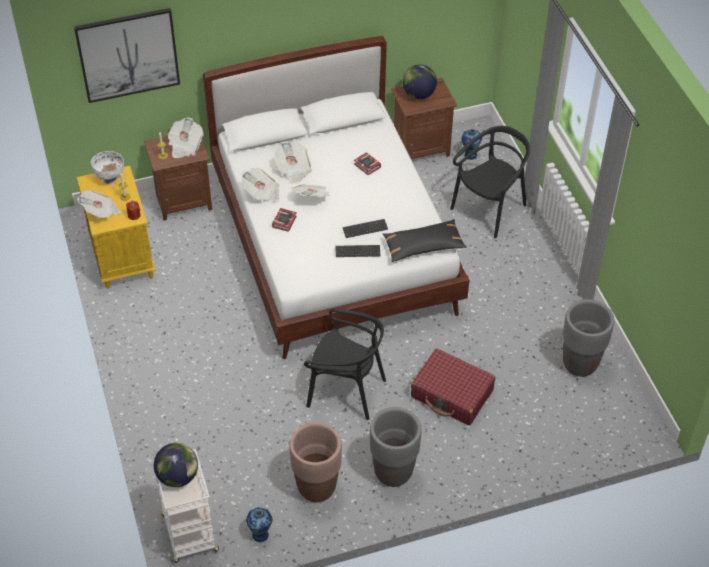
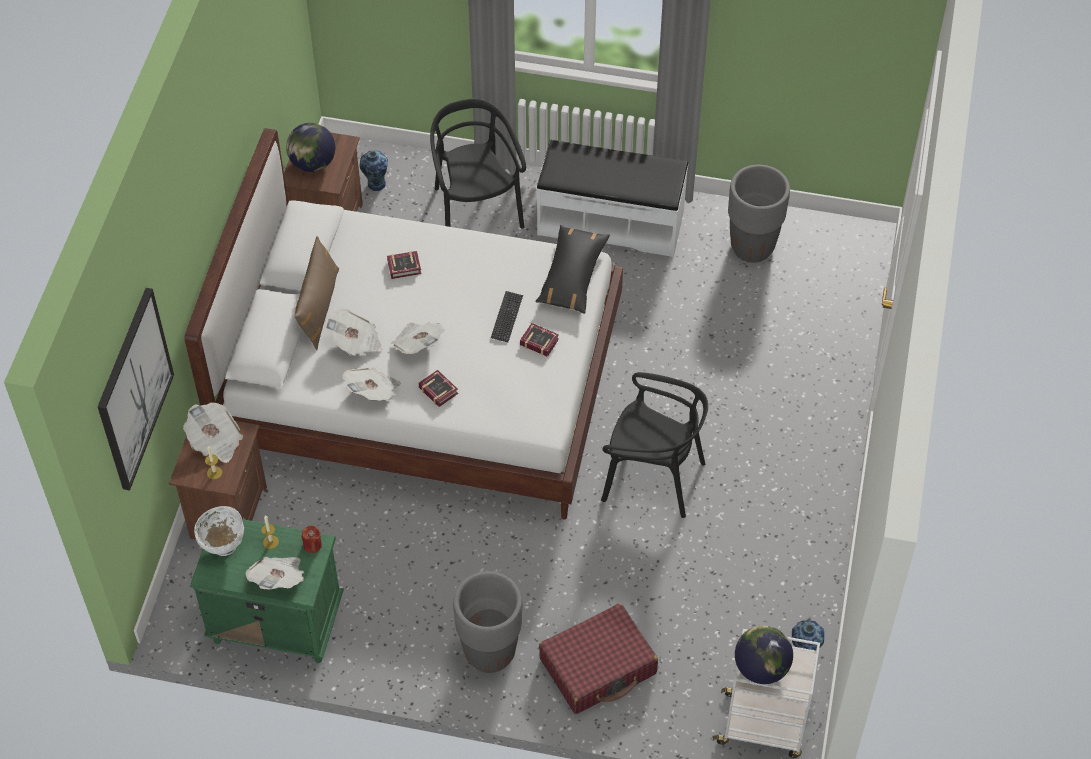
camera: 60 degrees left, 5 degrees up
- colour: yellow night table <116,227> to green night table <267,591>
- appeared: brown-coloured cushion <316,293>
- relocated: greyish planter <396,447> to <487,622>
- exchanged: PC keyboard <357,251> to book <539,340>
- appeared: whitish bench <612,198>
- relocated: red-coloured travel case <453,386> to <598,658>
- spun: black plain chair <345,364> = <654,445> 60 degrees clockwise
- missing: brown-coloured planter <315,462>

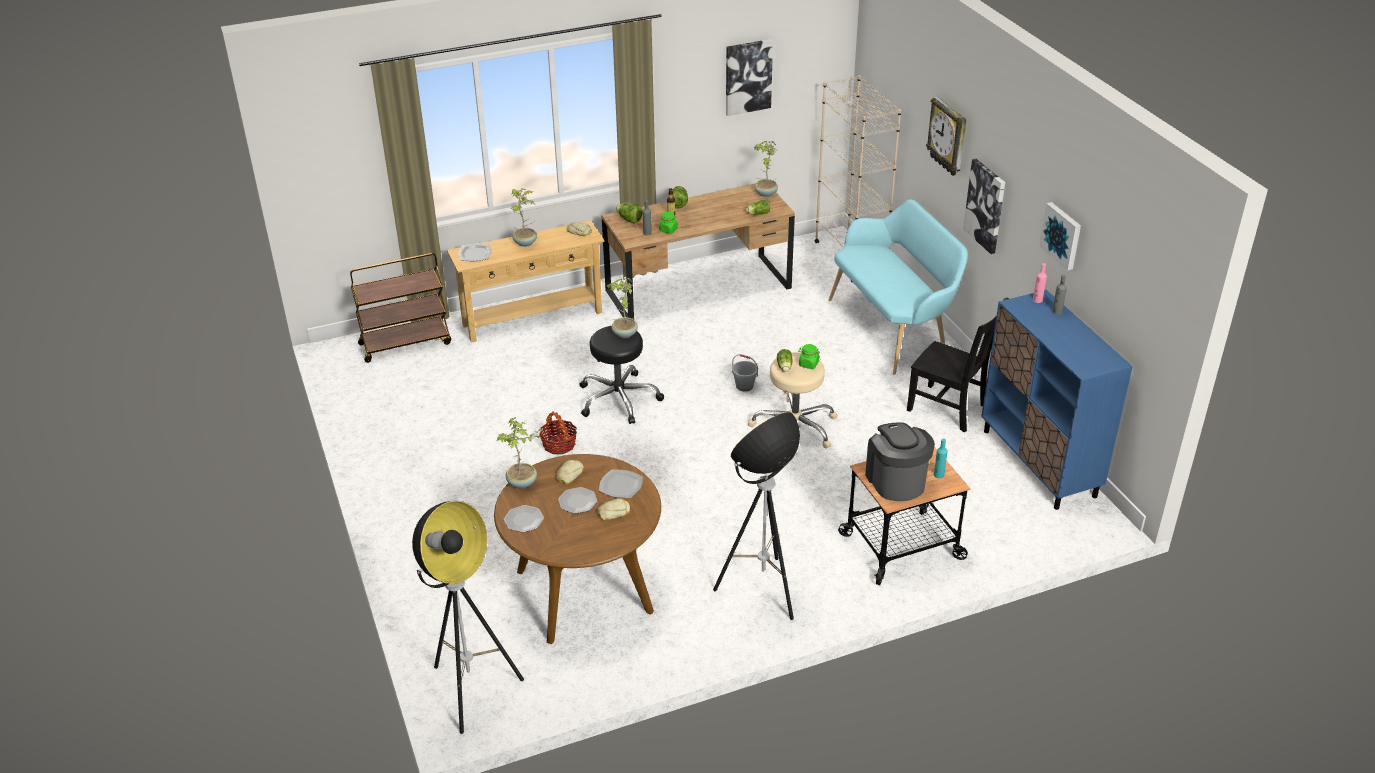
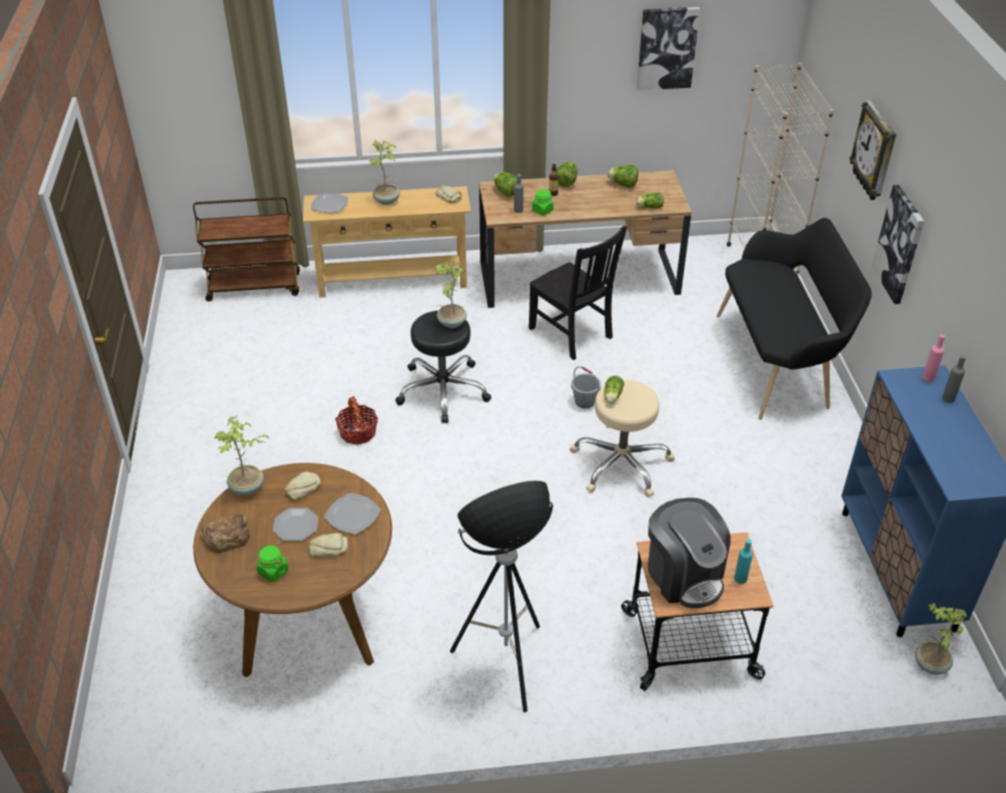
camera: 15 degrees right, 5 degrees up
- exchanged: dinner plate <524,519> to baked bread <225,533>
- relocated: green preserve jar <809,356> to <272,563>
- relocated: black plain chair <958,365> to <578,293>
- appeared: head of lettuce <622,176>
- spun: coffee machine <900,461> = <689,553> 150 degrees clockwise
- colour: blue-green bench <898,287> to black bench <794,319>
- relocated: potted plant <766,169> to <941,639>
- missing: floor lamp <468,617>
- missing: wall picture <1060,236>

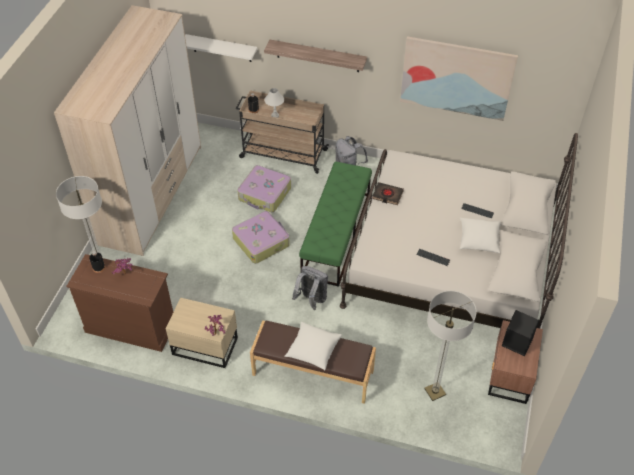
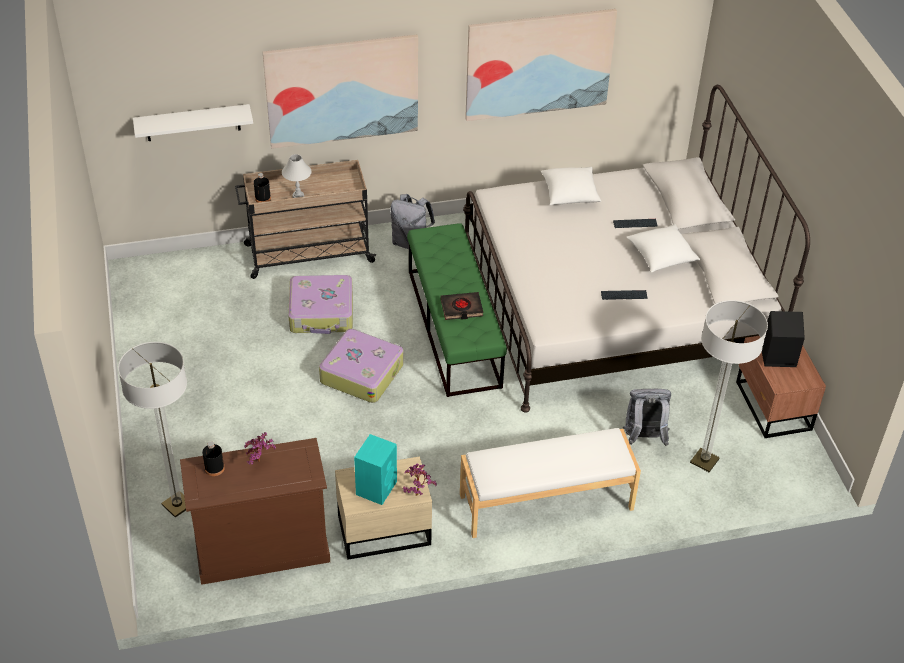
camera: 30 degrees left, 5 degrees down
- exchanged: bracket shelf <315,56> to wall picture <340,92>
- appeared: blue-green audio speaker <375,469>
- relocated: black book <388,193> to <461,306>
- colour: brown-coloured bench <313,362> to whitish bench <550,483>
- relocated: whitish cushion <313,346> to <571,186>
- relocated: greyish backpack <310,288> to <647,417>
- missing: wardrobe <127,130>

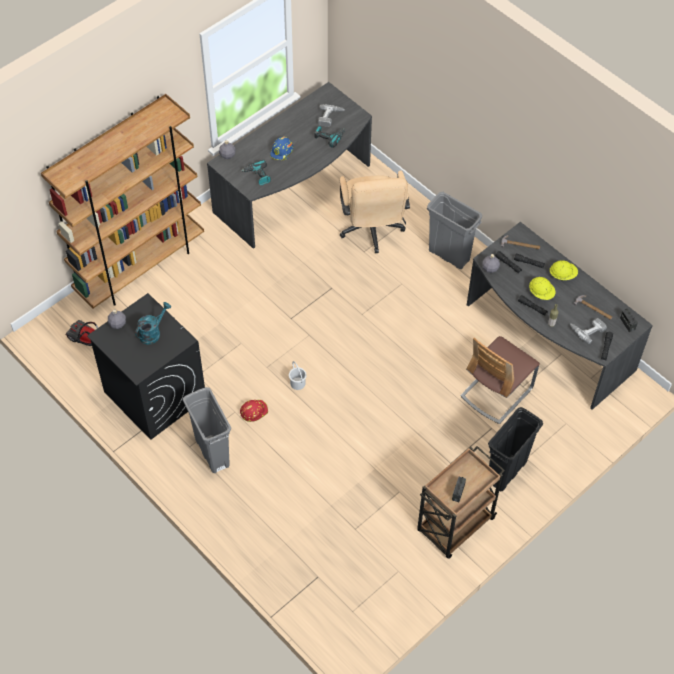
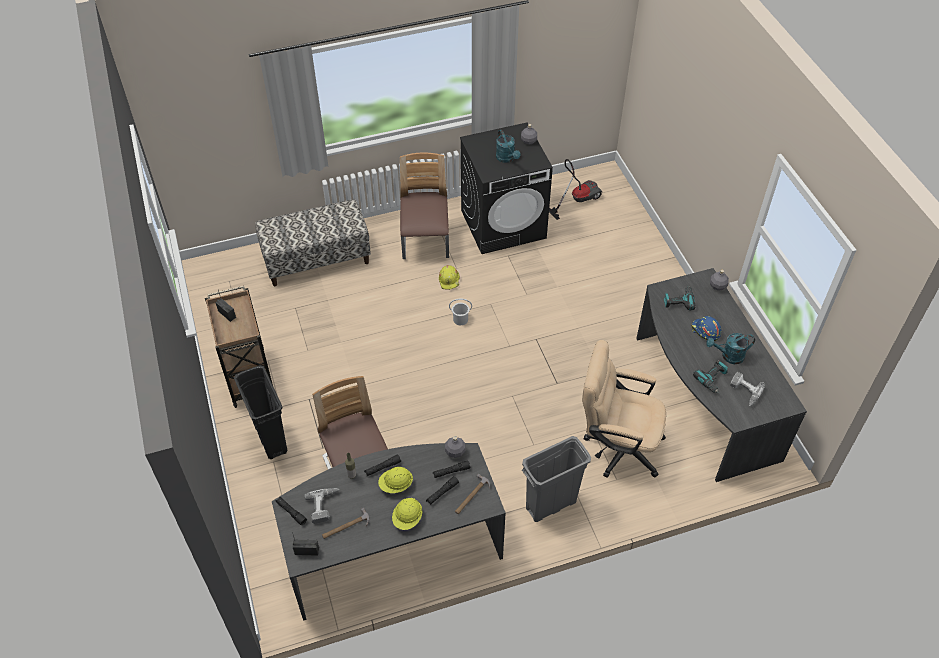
camera: 115 degrees right, 5 degrees down
- appeared: bench <313,242>
- exchanged: greyish trash can <207,430> to plain chair <424,205>
- colour: red-coloured hard hat <254,411> to yellow hard hat <449,277>
- appeared: blue-green sprinkling can <730,348>
- missing: brown-coloured bookcase <122,201>

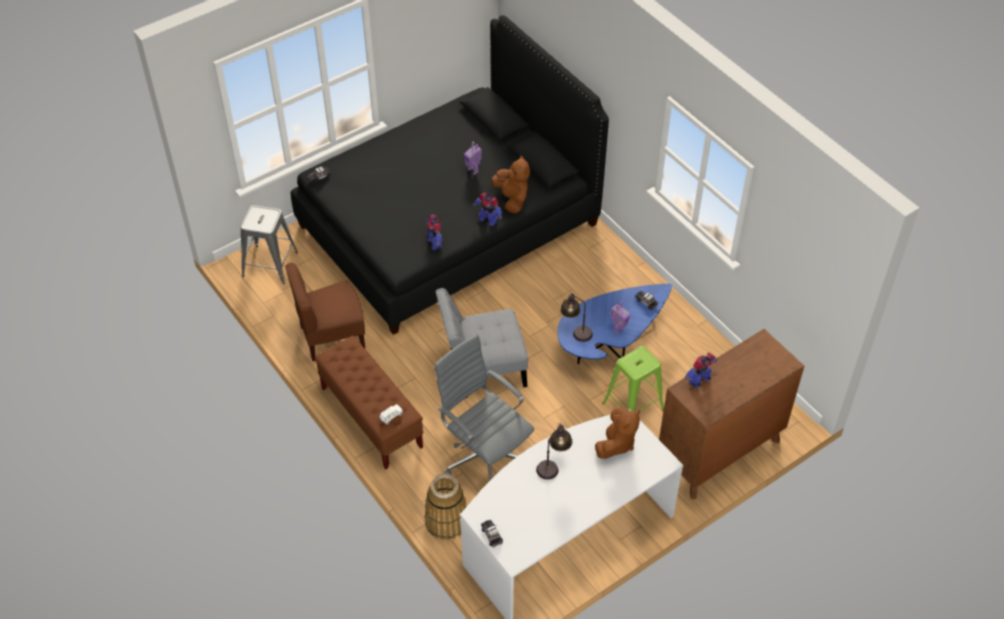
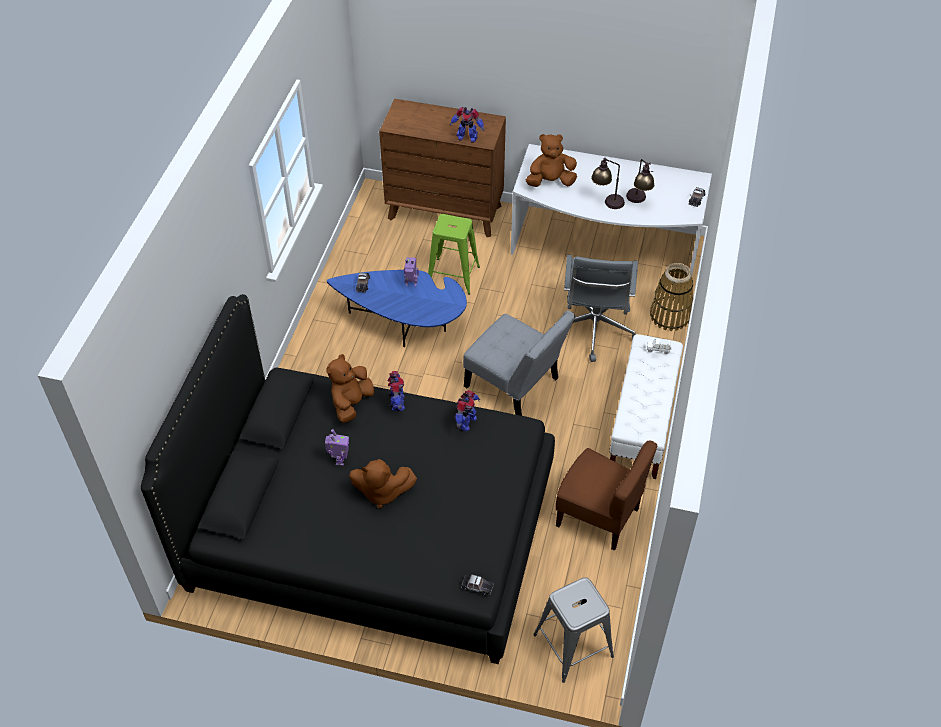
camera: 130 degrees left, 0 degrees up
- appeared: brown-coloured soft toy <383,483>
- colour: brown-coloured bench <369,403> to whitish bench <646,406>
- relocated: tabletop lamp <576,317> to <640,181>

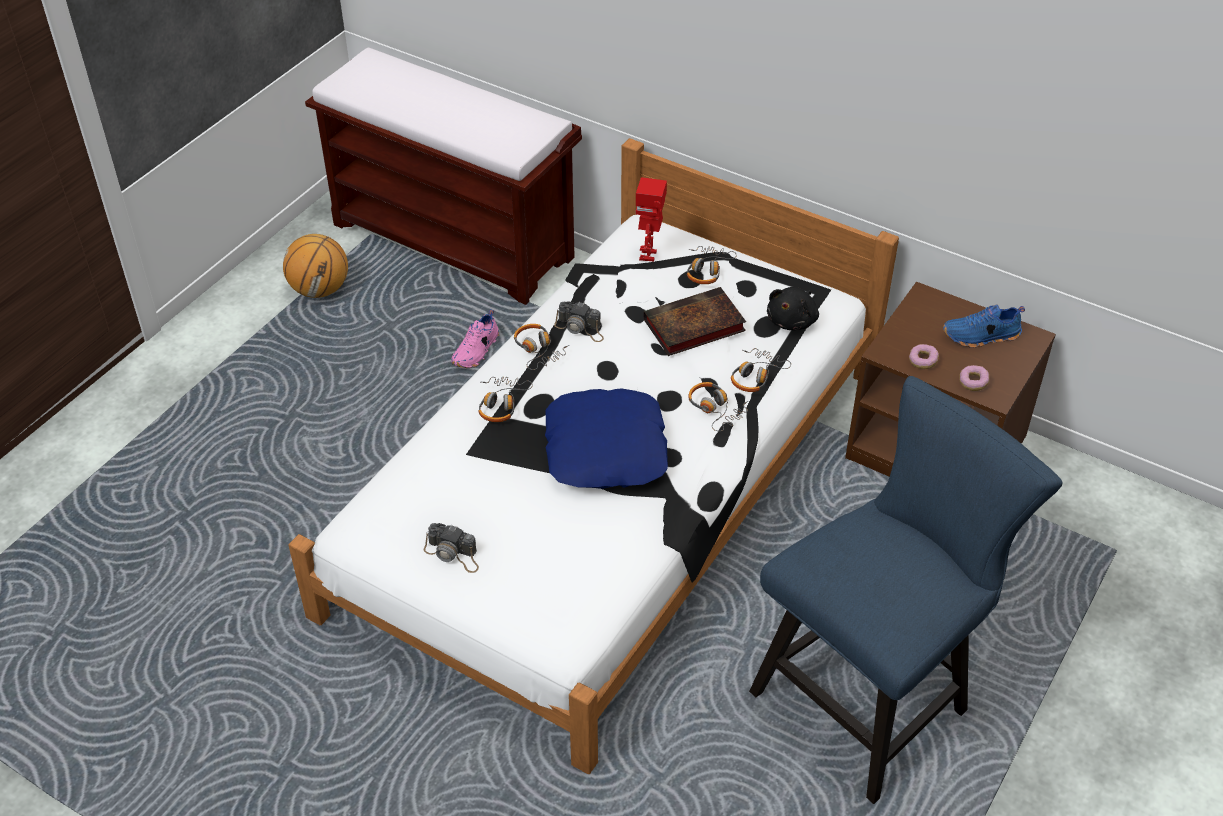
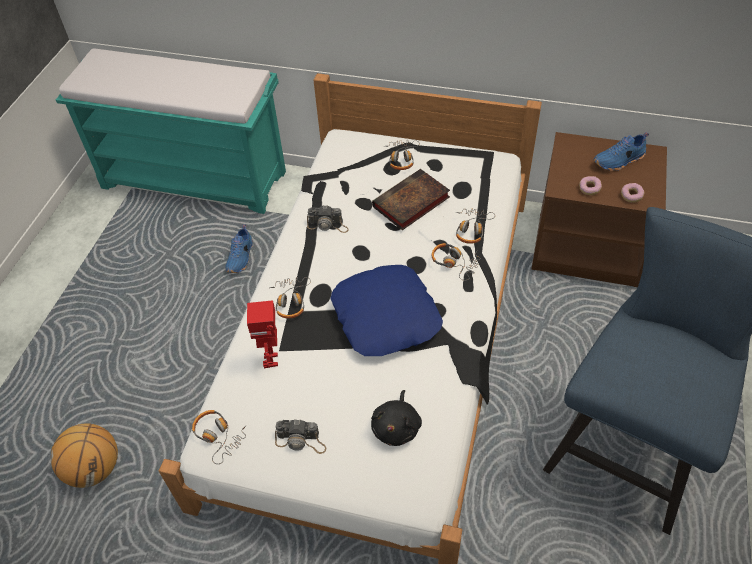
camera: 15 degrees left, 5 degrees up
- relocated: basketball <315,266> to <84,455>
- colour: brown-coloured bench <443,176> to blue-green bench <171,131>
- relocated: pair of headphones <541,347> to <219,437>
- colour: pinkish item of footwear <475,338> to bluish item of footwear <239,248>
- relocated: toy robot <651,219> to <262,334>
- relocated: black soft toy <793,308> to <396,418>

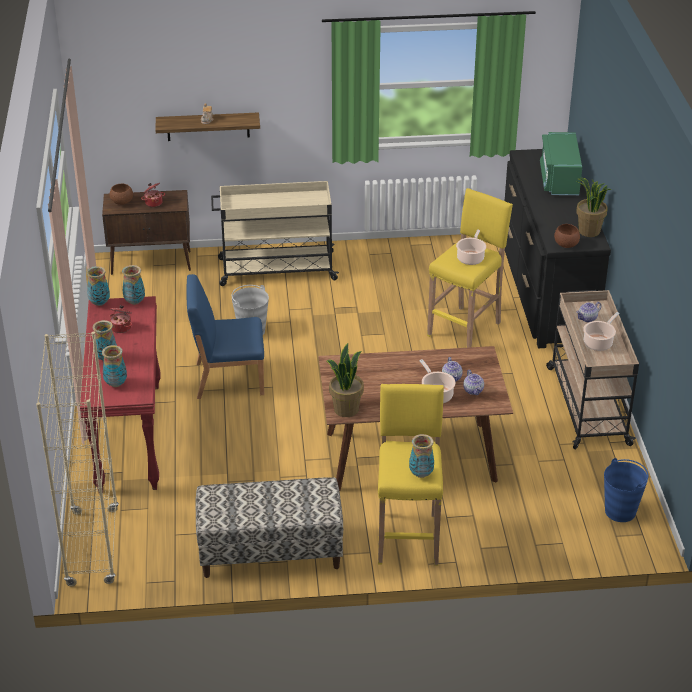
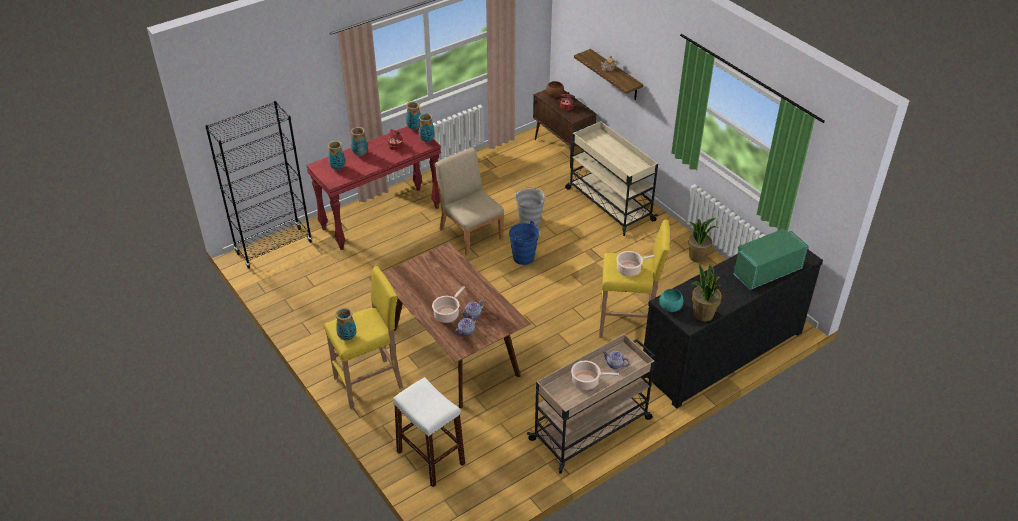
camera: 60 degrees right, 5 degrees up
- colour: beige-coloured bookcase <77,459> to black bookcase <258,185>
- appeared: whitish stool <429,432>
- colour: bluish plain chair <225,336> to beige-coloured plain chair <469,202>
- relocated: bluish pail <626,490> to <524,243>
- colour: brown-coloured deep dish <567,236> to blue-green deep dish <671,300>
- relocated: potted plant <345,380> to <703,240>
- missing: bench <269,527>

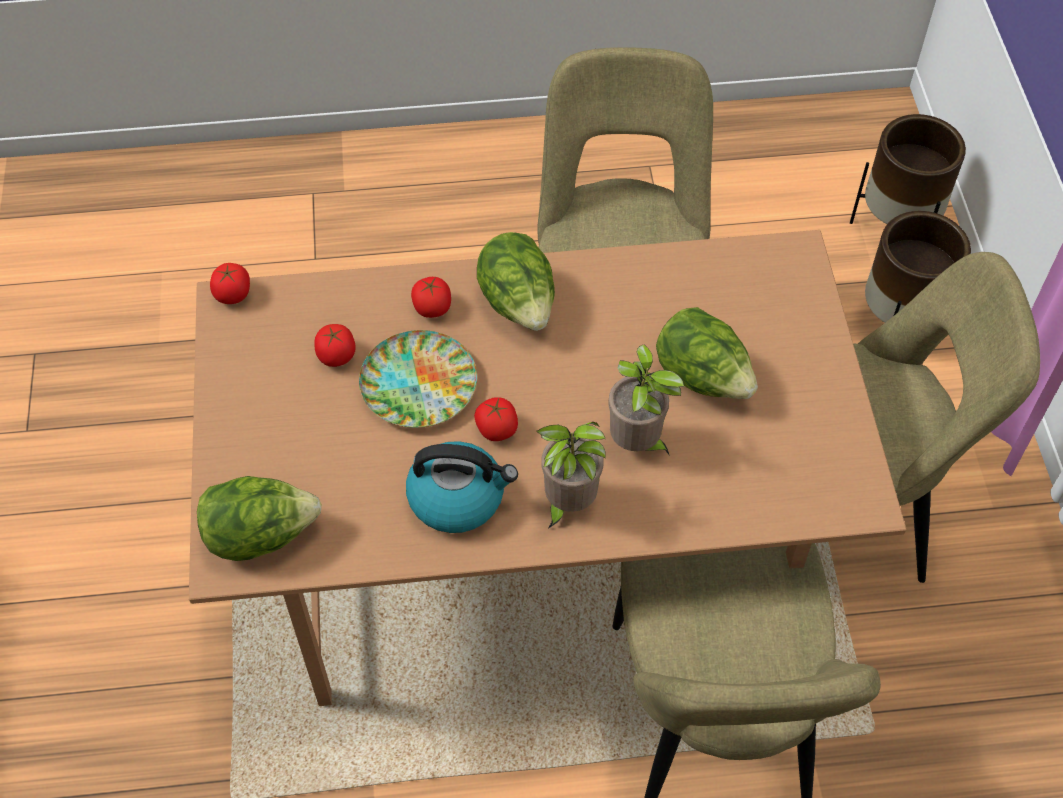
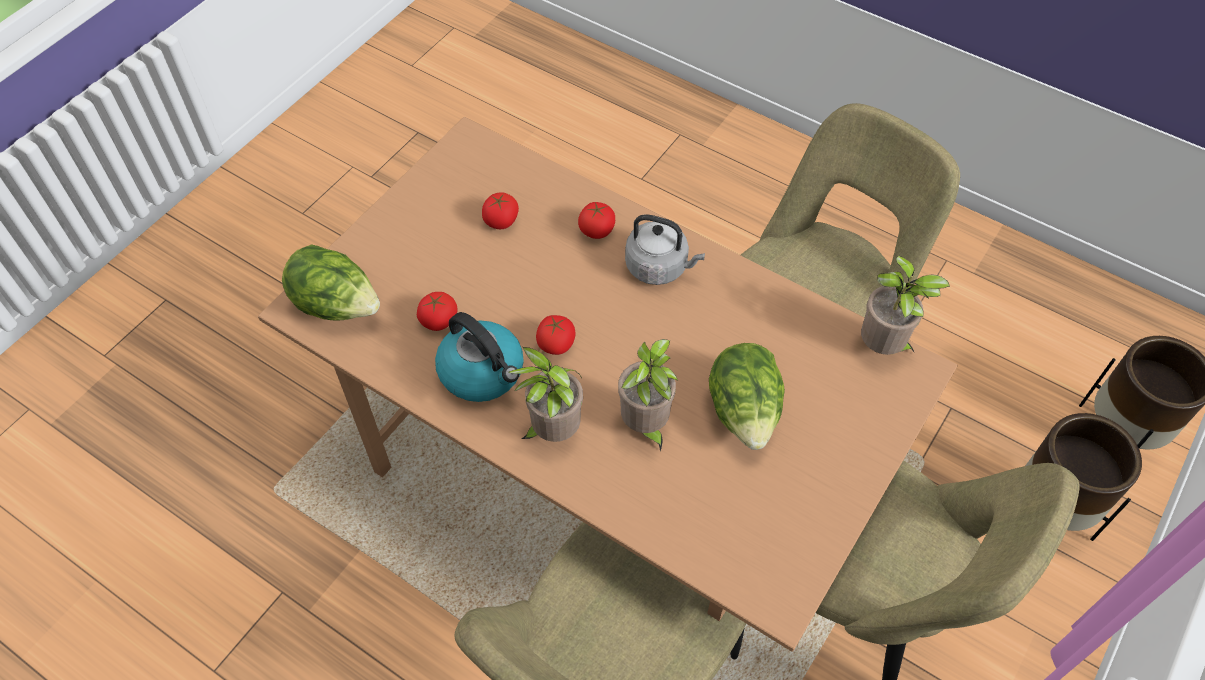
camera: 40 degrees right, 0 degrees up
- relocated: whole tomato <230,283> to <437,311>
- exchanged: head of lettuce <516,281> to greyish water kettle <665,249>
- appeared: potted plant <905,305>
- missing: dinner plate <418,379>

